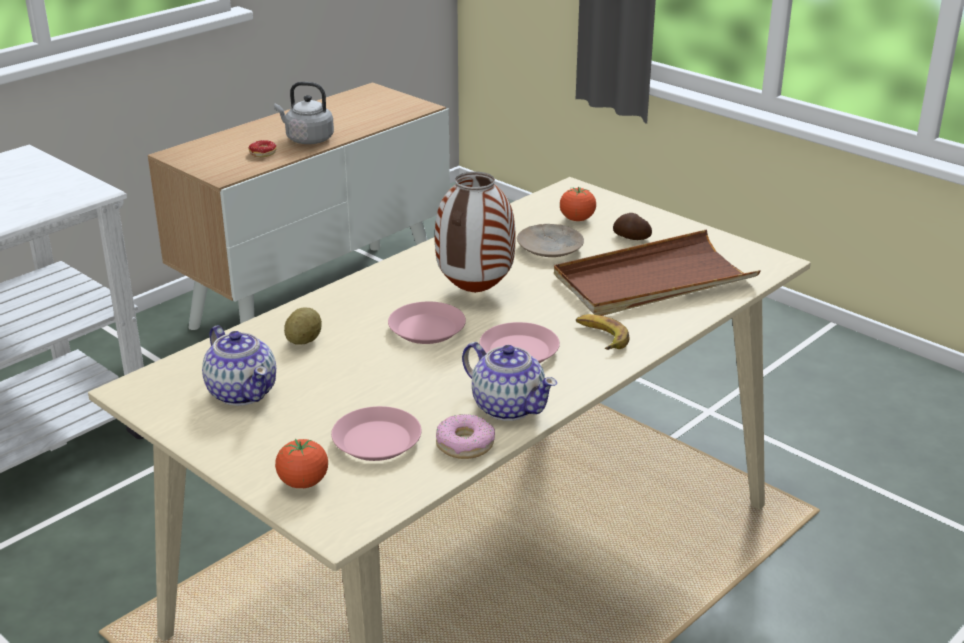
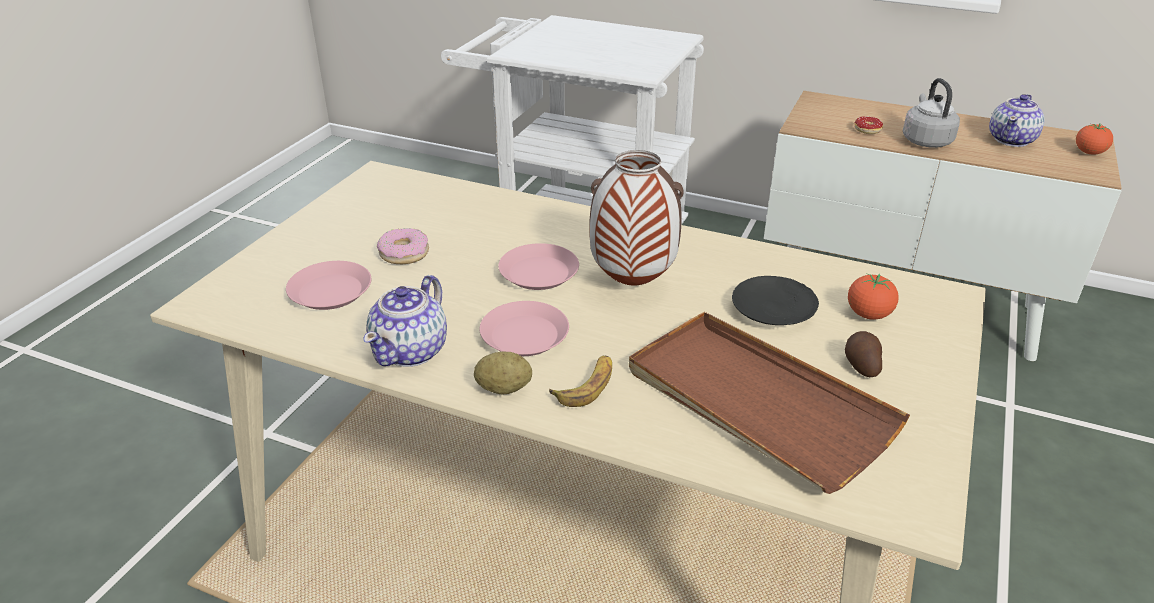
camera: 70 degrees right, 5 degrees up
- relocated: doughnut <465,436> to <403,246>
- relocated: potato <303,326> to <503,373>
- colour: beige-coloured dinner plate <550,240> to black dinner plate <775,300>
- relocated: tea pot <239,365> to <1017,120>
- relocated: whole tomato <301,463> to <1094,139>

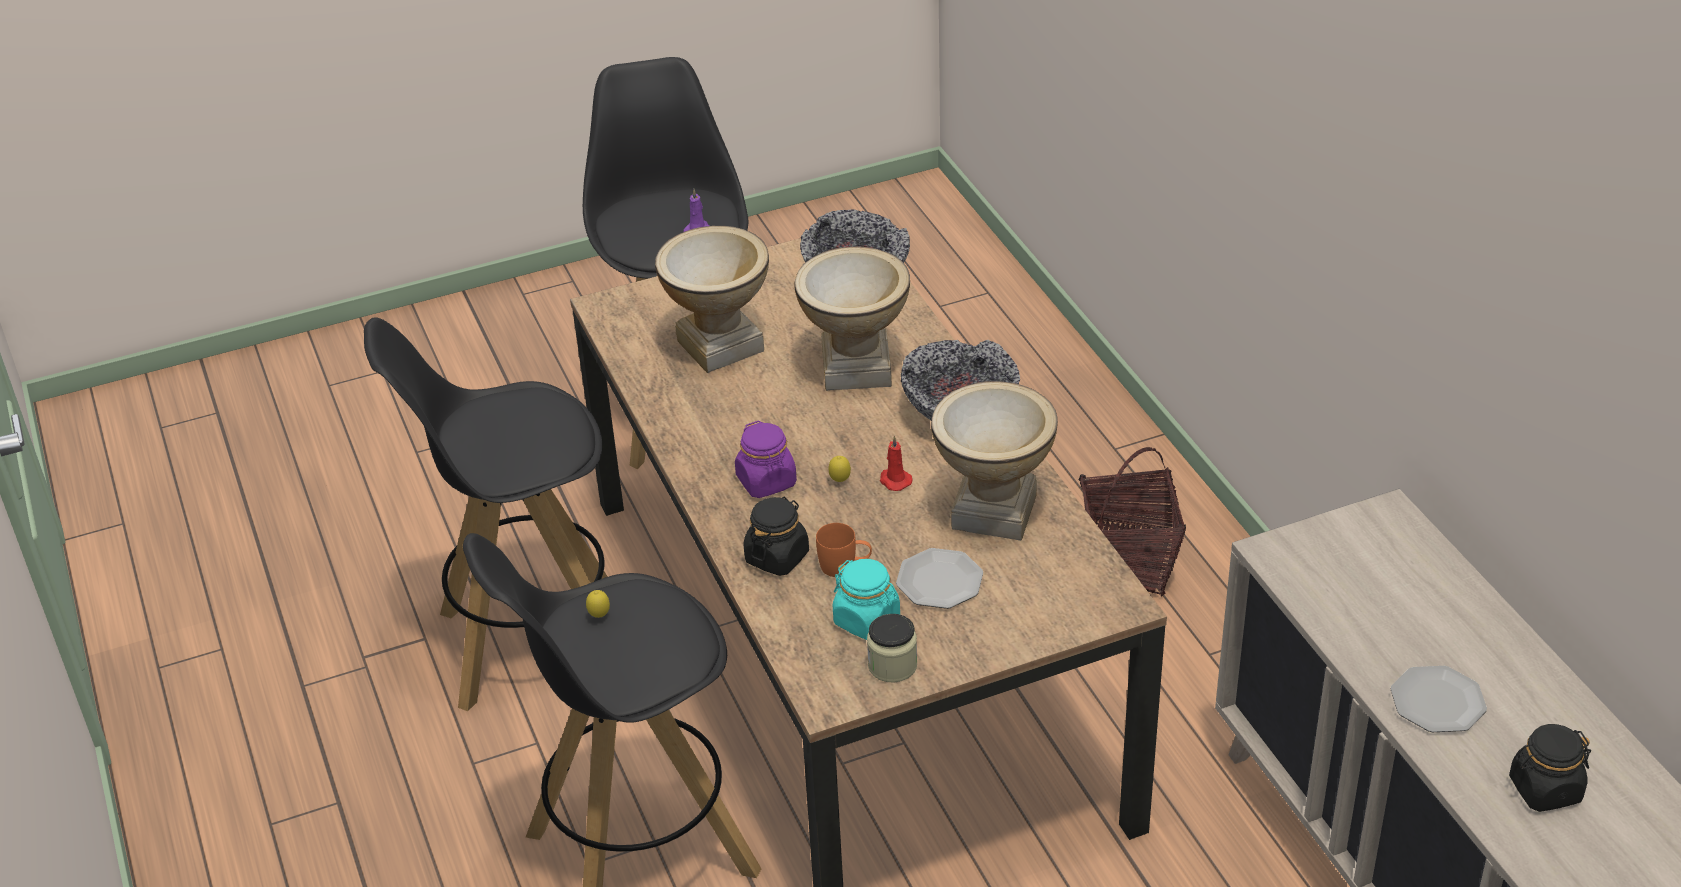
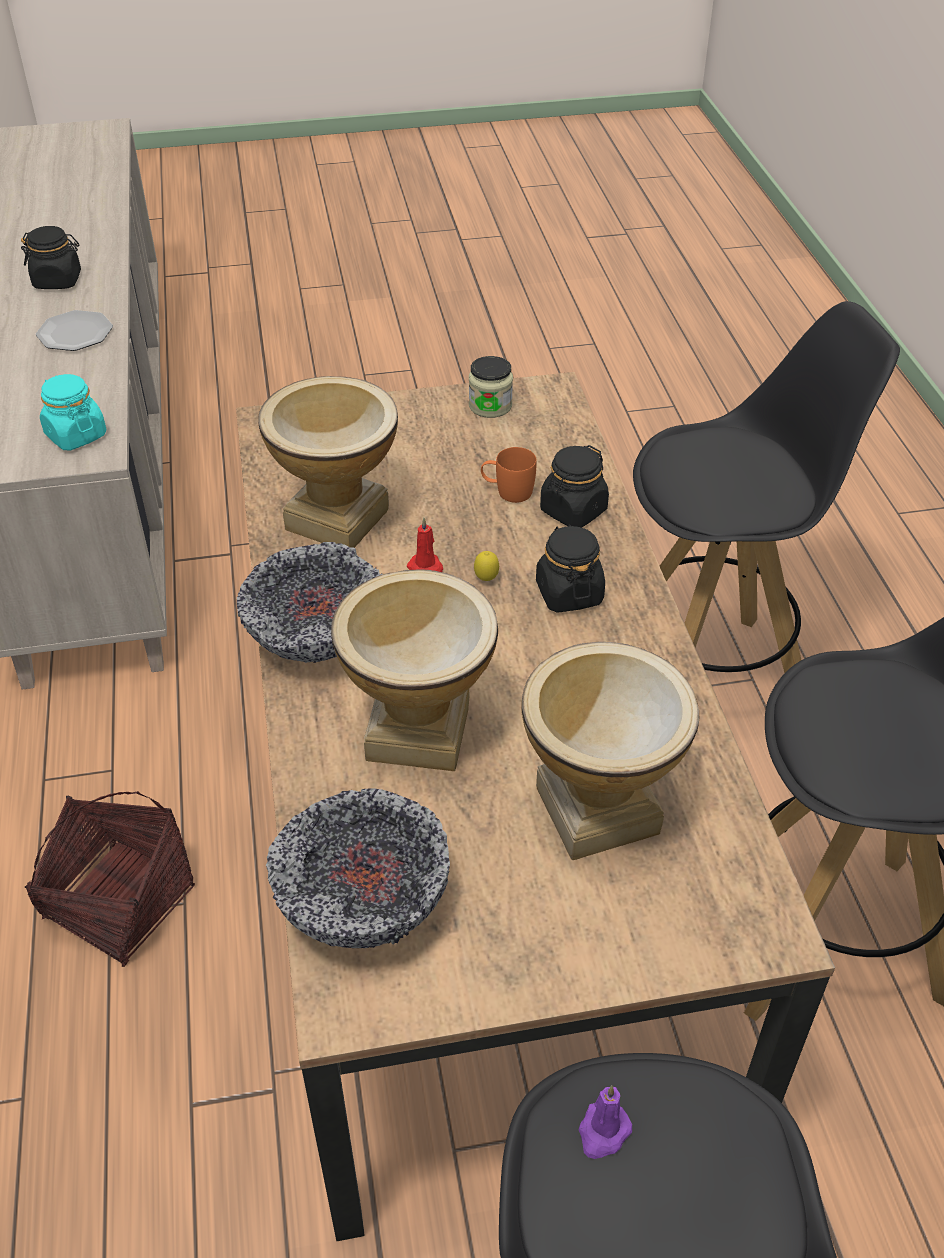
camera: 170 degrees left, 5 degrees up
- relocated: blue-green preserve jar <866,599> to <73,412>
- colour: purplish preserve jar <766,459> to black preserve jar <570,568>
- missing: lemon <598,604>
- missing: dinner plate <939,578>

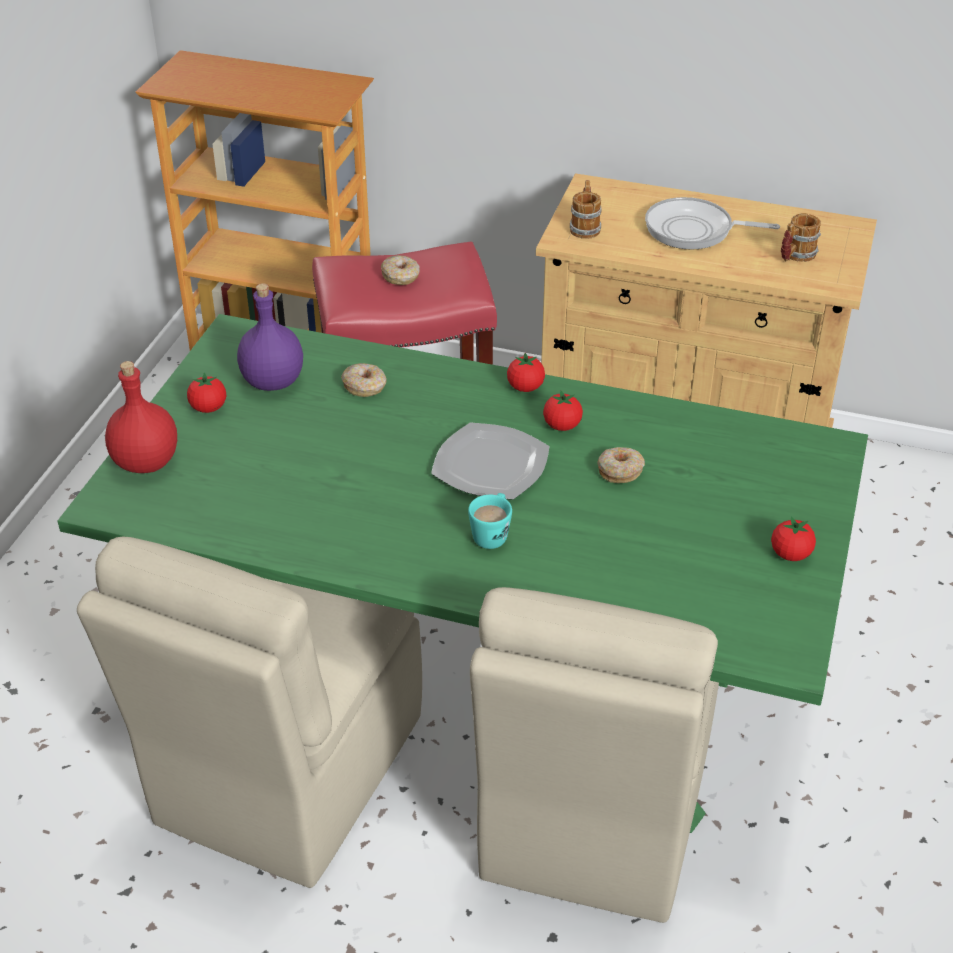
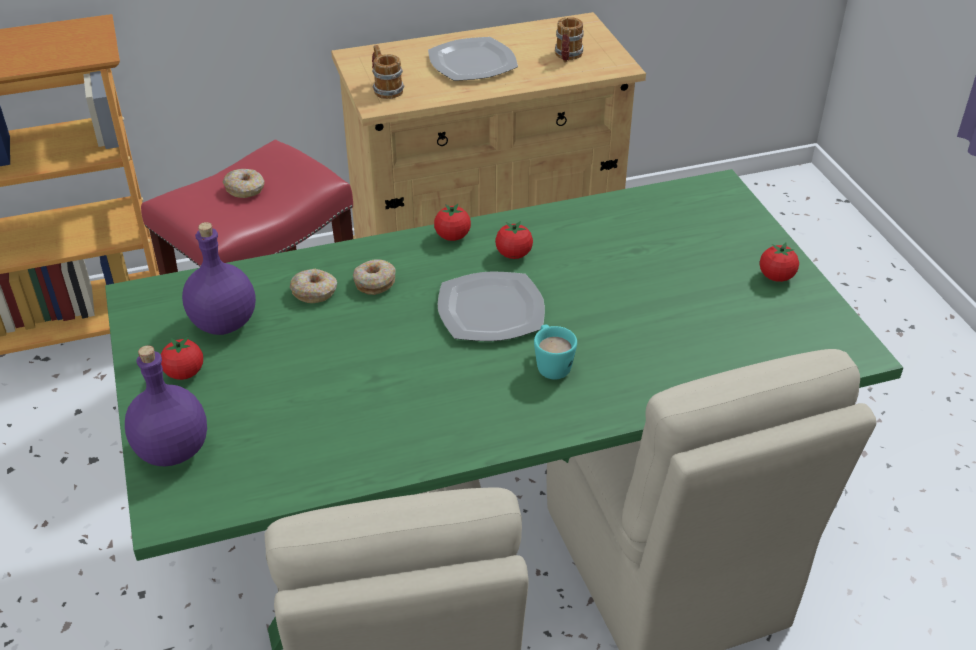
camera: 35 degrees left, 0 degrees up
- colour: red-coloured drink bottle <141,417> to purplish drink bottle <166,405>
- relocated: doughnut <621,465> to <374,277>
- exchanged: pan <712,223> to dinner plate <473,59>

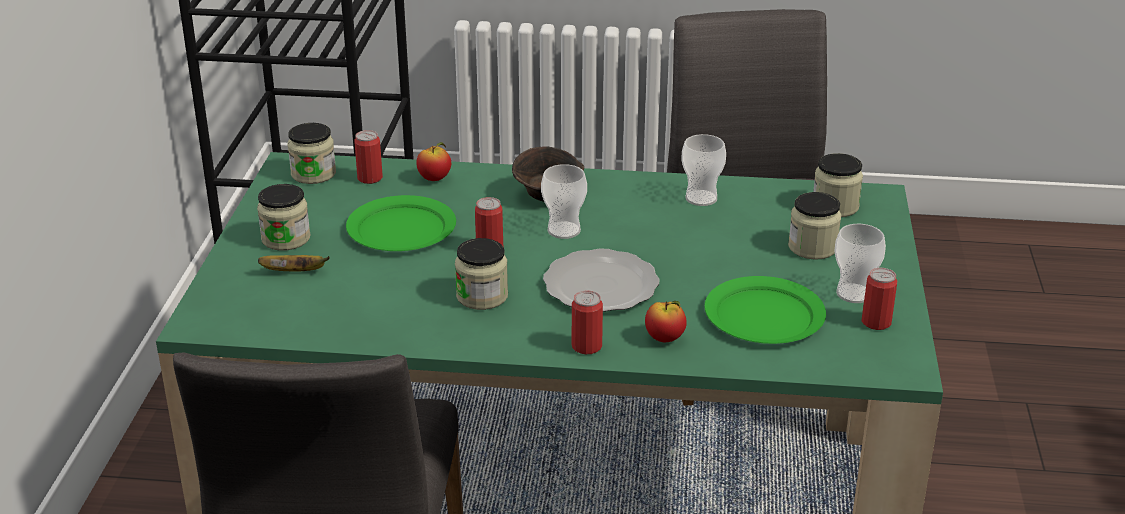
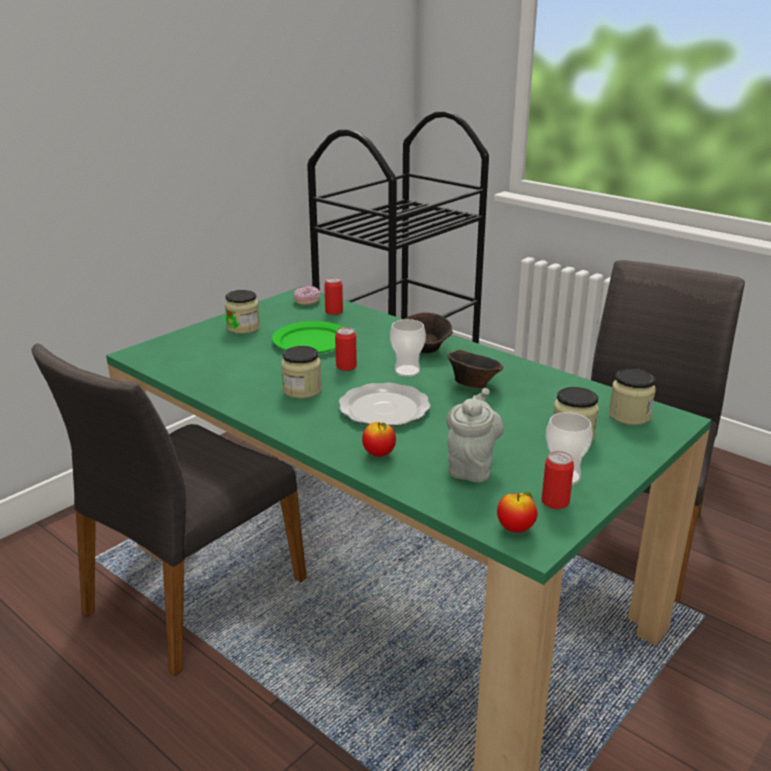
camera: 35 degrees right, 5 degrees down
- exchanged: preserve jar <312,153> to doughnut <306,295>
- exchanged: green dinner plate <765,310> to greyish tea pot <475,435>
- appeared: brown-coloured deep dish <475,369>
- relocated: apple <433,161> to <517,512>
- missing: banana <294,263>
- missing: sealed can <587,322>
- missing: drinking cup <703,170>

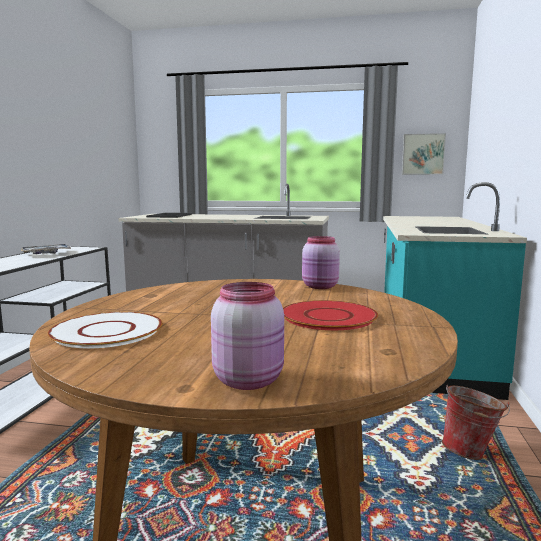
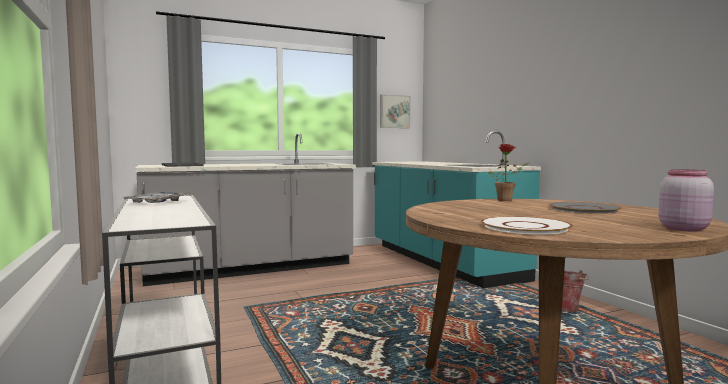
camera: 35 degrees left, 5 degrees down
- exchanged: pinkish preserve jar <321,262> to potted plant <508,172>
- colour: red-coloured dinner plate <330,315> to greyish dinner plate <585,207>

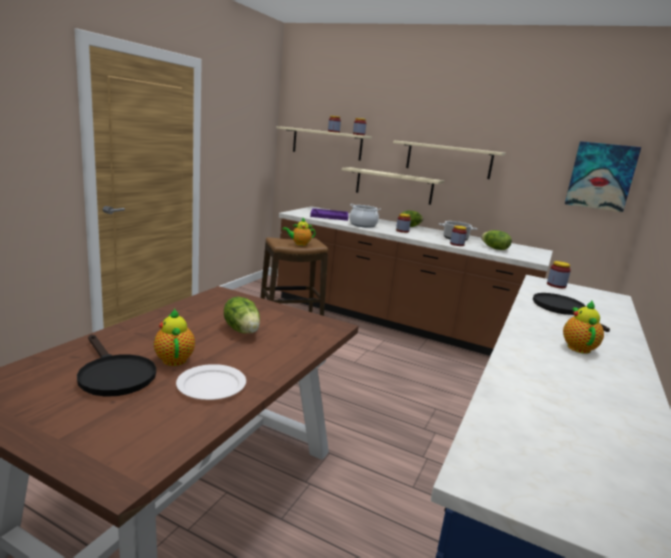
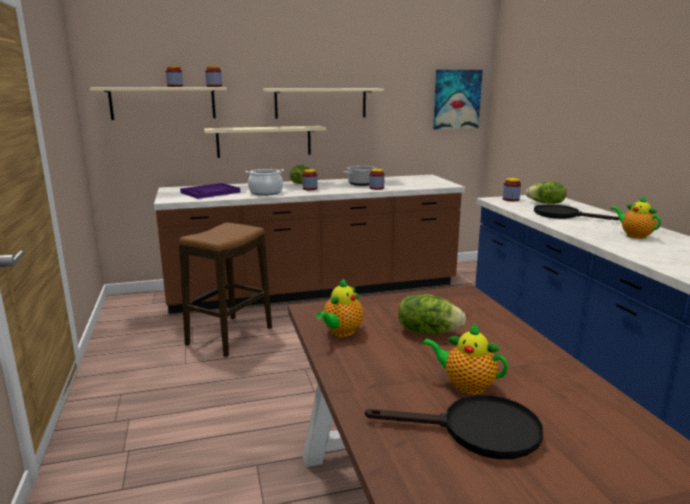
camera: 40 degrees left, 0 degrees up
- relocated: tea pot <299,232> to <340,307>
- relocated: head of lettuce <496,240> to <546,193>
- missing: whitish dinner plate <211,382>

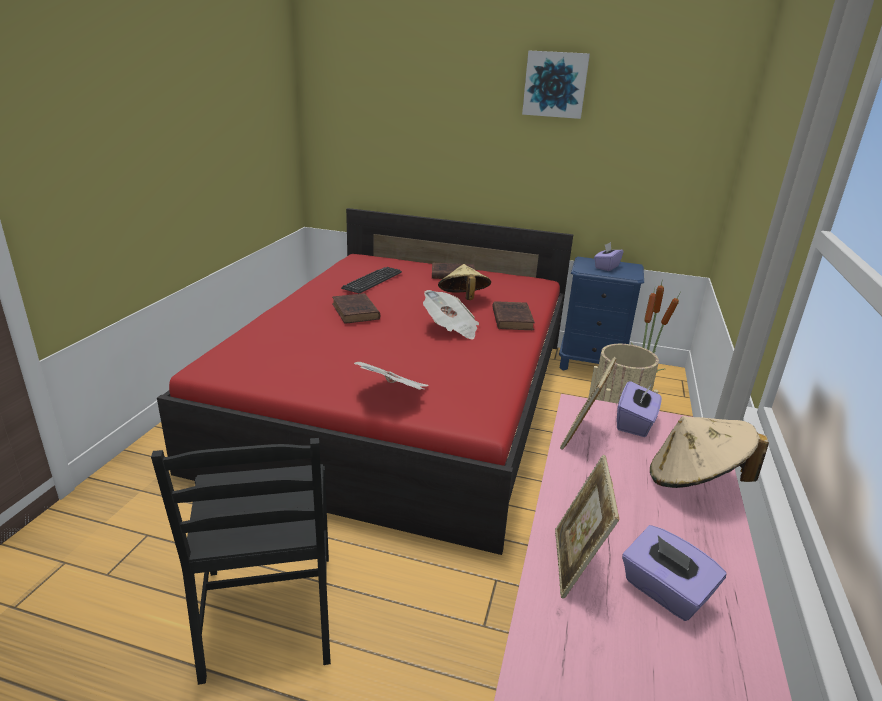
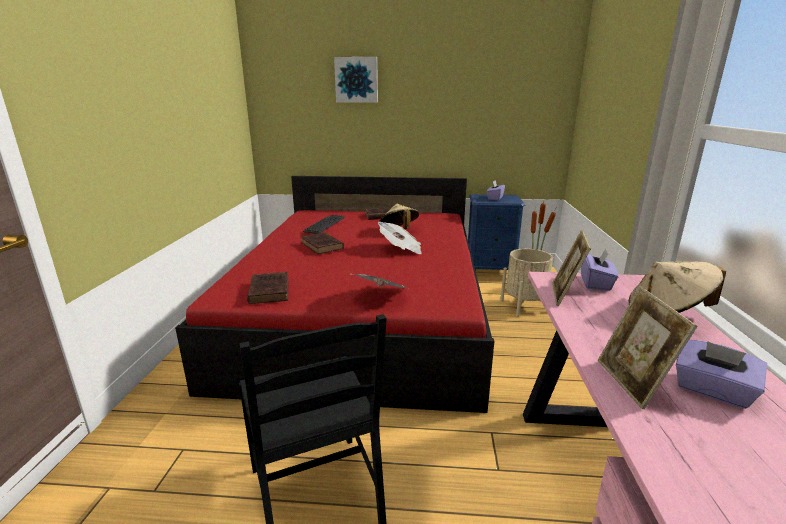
camera: 10 degrees left, 5 degrees down
- relocated: brown-coloured book <513,315> to <268,288>
- relocated: wall picture <556,84> to <356,80>

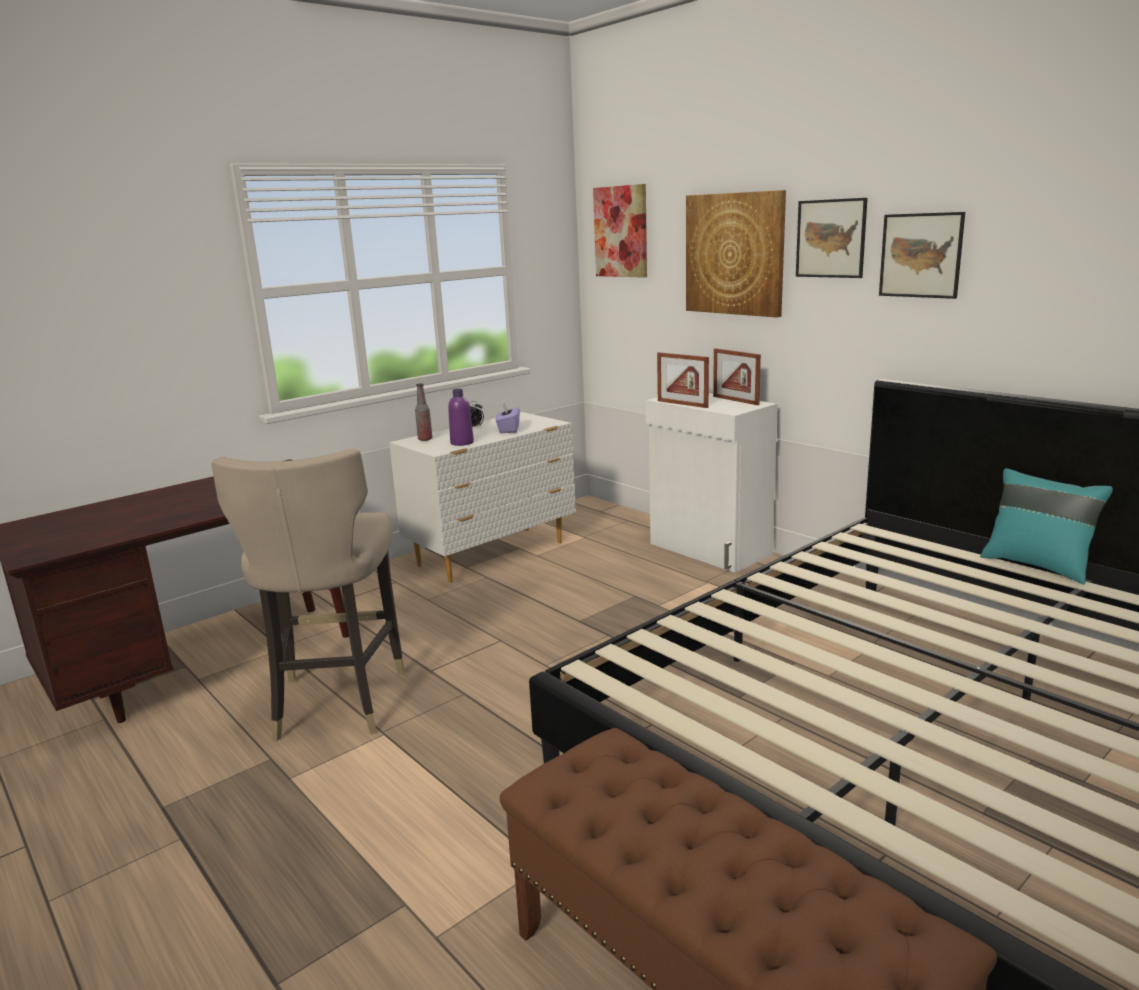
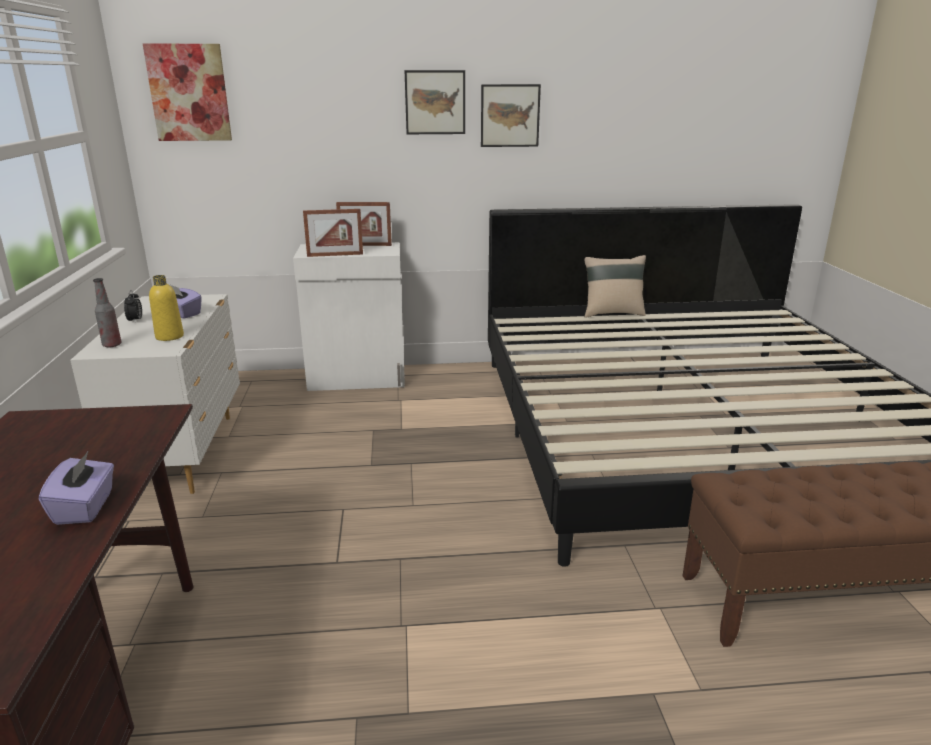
camera: 55 degrees left, 5 degrees up
- appeared: purplish tissue box <76,488>
- colour: purplish drink bottle <461,417> to yellow drink bottle <166,308>
- colour: blue-green cushion <1046,526> to beige-coloured cushion <615,286>
- missing: beige-coloured stool <308,595>
- missing: wall picture <736,253>

